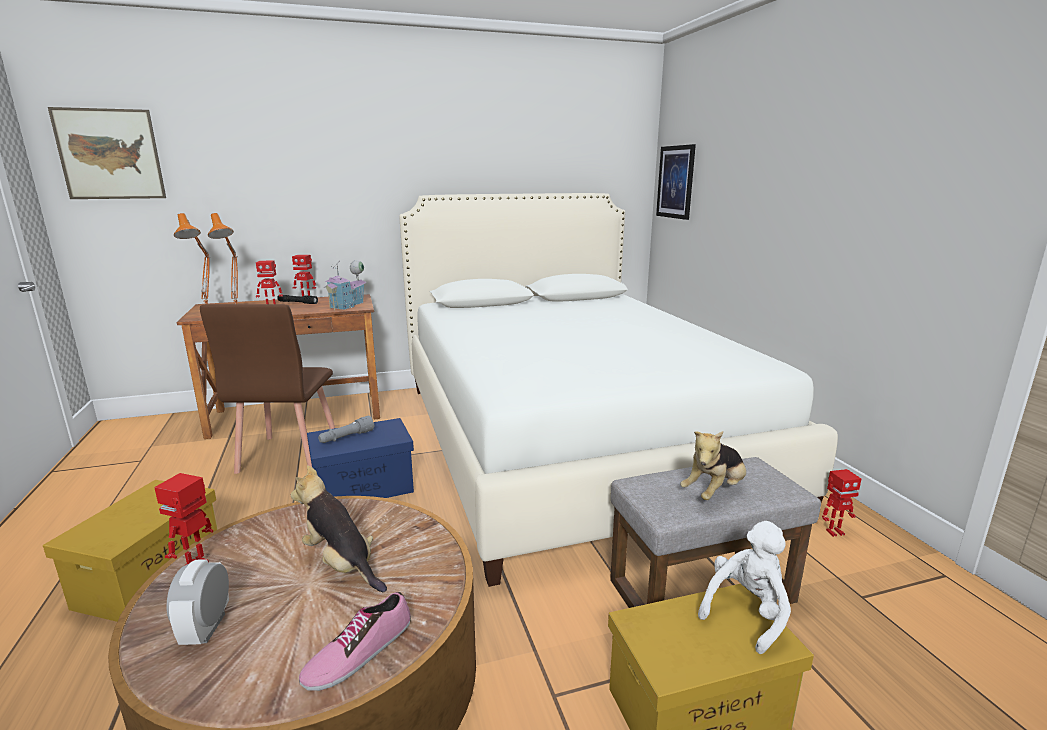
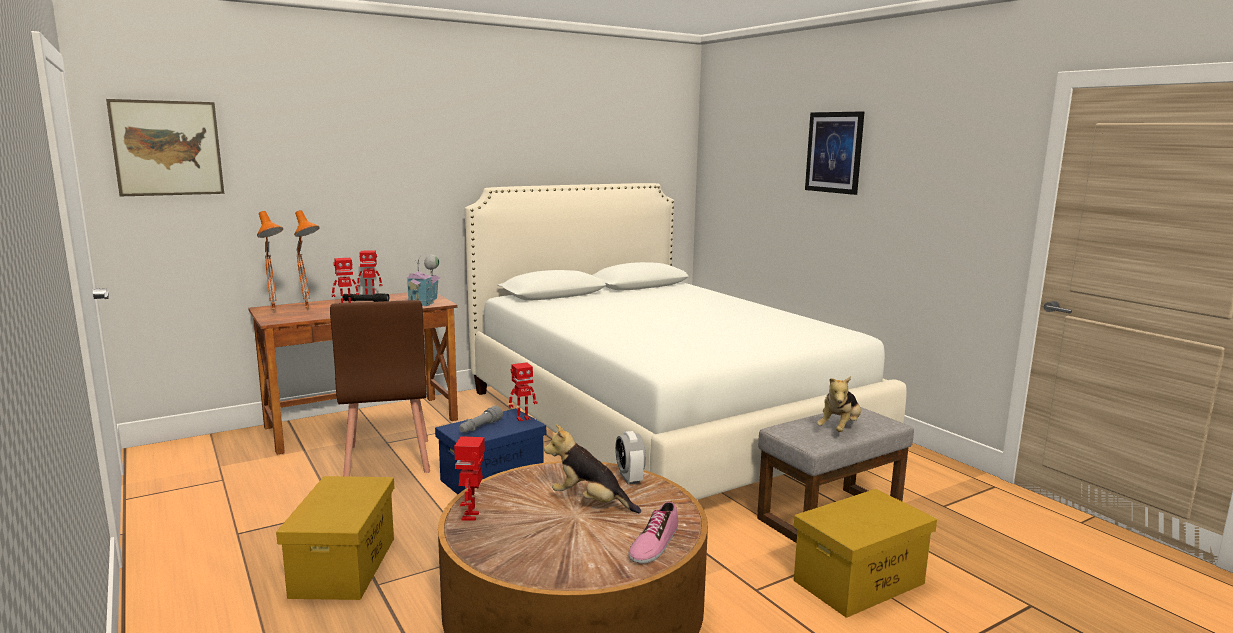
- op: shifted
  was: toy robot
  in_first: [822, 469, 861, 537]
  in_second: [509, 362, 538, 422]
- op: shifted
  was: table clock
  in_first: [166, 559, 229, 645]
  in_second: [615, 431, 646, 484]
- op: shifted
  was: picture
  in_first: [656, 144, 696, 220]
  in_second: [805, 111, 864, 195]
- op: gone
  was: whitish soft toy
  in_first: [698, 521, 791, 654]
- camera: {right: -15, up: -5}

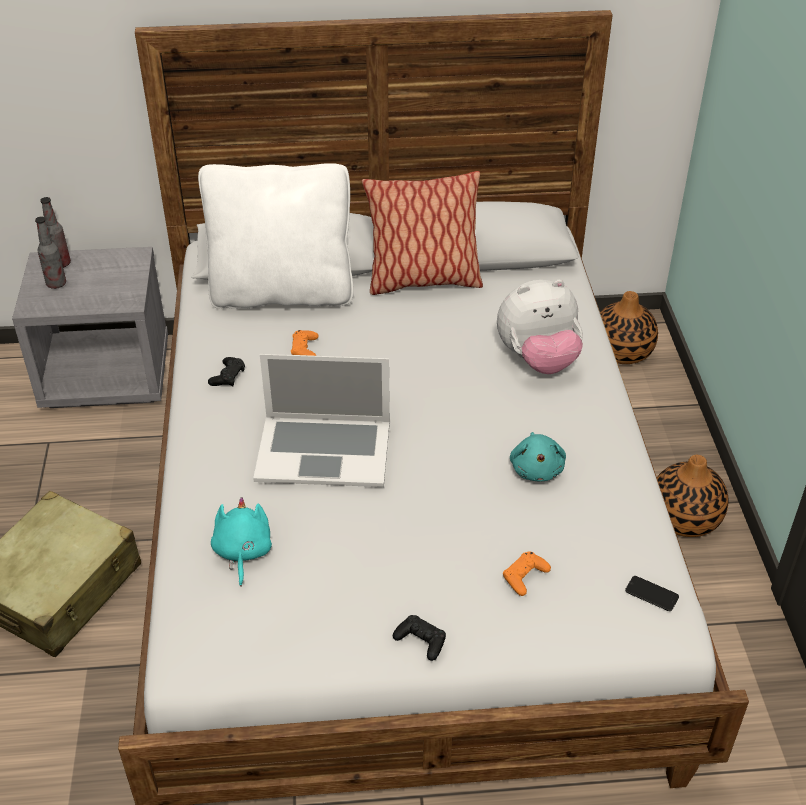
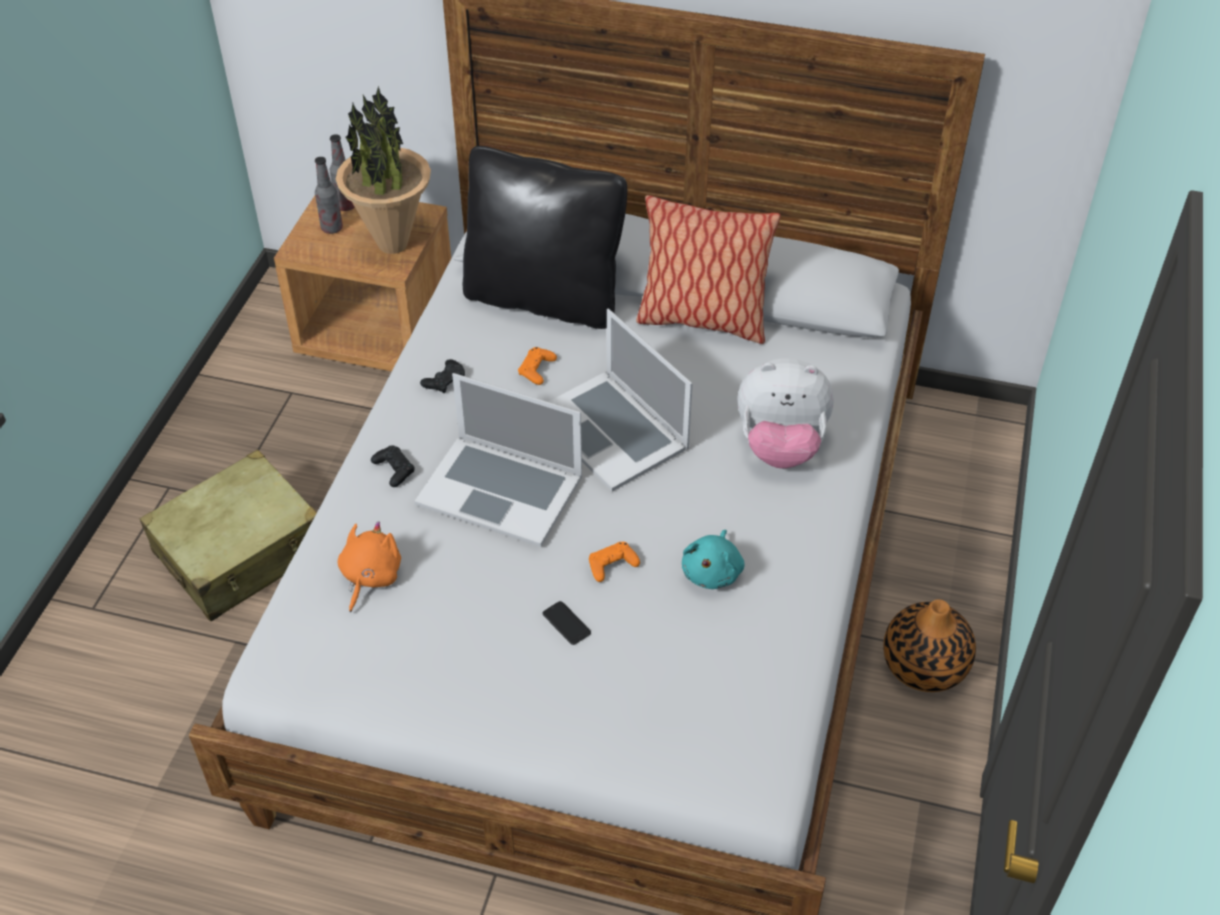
- op: repainted
  was: grey nightstand
  now: brown-coloured nightstand
  in_first: [12, 247, 168, 408]
  in_second: [274, 196, 451, 372]
- op: new
  now: plant in a pot
  in_second: [336, 86, 431, 254]
- op: repainted
  was: turquoise soft toy
  now: orange soft toy
  in_first: [211, 497, 272, 587]
  in_second: [338, 521, 401, 612]
- op: shifted
  was: black game controller
  in_first: [393, 615, 446, 661]
  in_second: [371, 445, 414, 487]
- op: repainted
  was: whitish pillow
  now: black pillow
  in_first: [198, 163, 354, 309]
  in_second: [463, 146, 627, 329]
- op: shifted
  was: telephone
  in_first: [625, 576, 679, 611]
  in_second: [542, 601, 591, 645]
- op: new
  now: portable computer
  in_second: [548, 309, 693, 492]
- op: shifted
  was: orange game controller
  in_first: [503, 551, 551, 596]
  in_second: [589, 542, 640, 582]
- op: gone
  was: vase
  in_first: [600, 291, 658, 364]
- camera: {right: 20, up: 5}

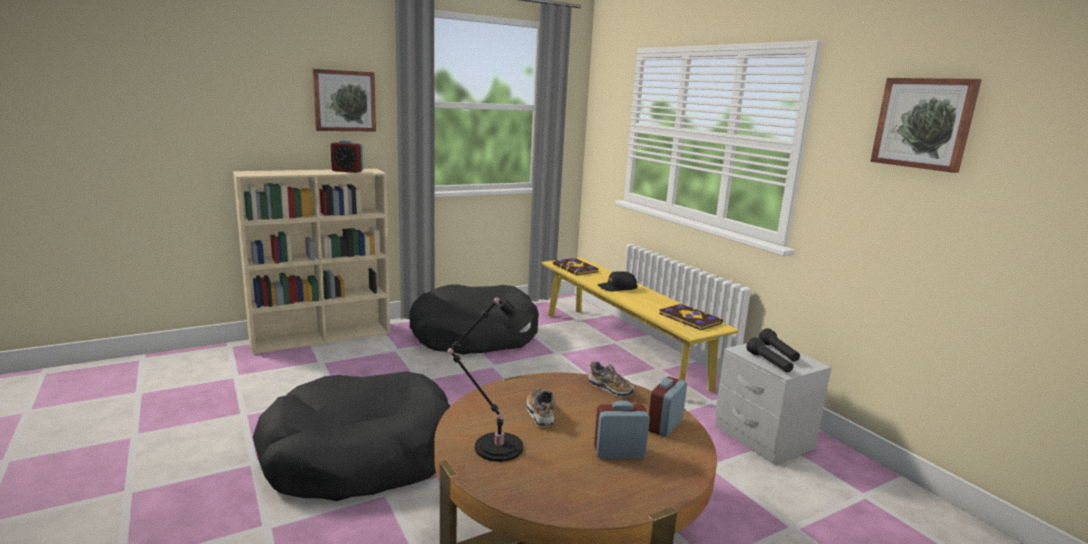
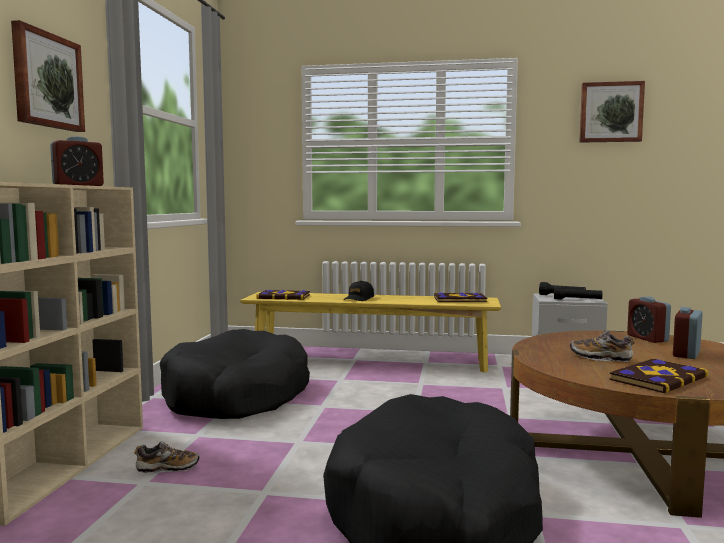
- op: shifted
  was: item of footwear
  in_first: [588, 361, 636, 398]
  in_second: [134, 441, 200, 473]
- op: swapped
  was: black table lamp
  now: book
  in_first: [445, 297, 535, 462]
  in_second: [610, 359, 708, 394]
- camera: {right: -50, up: -10}

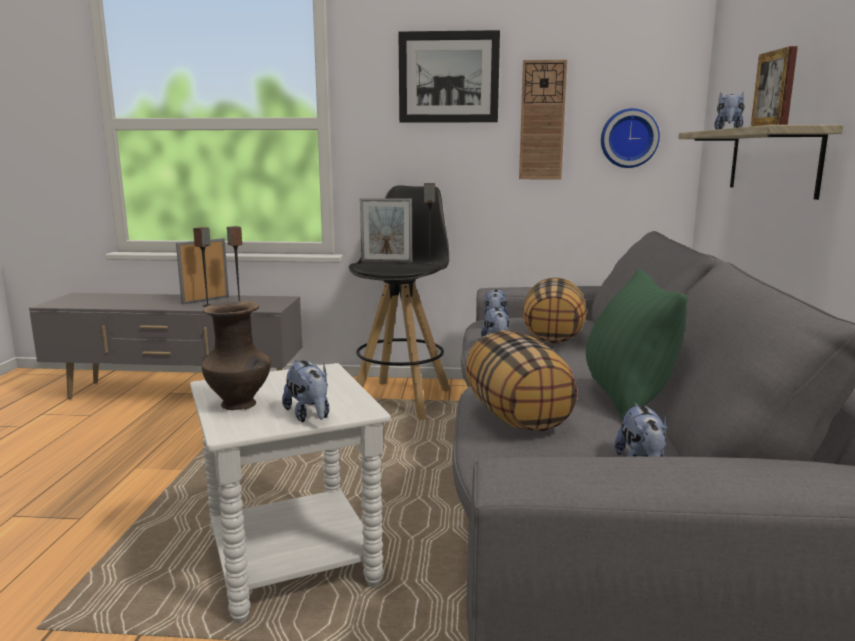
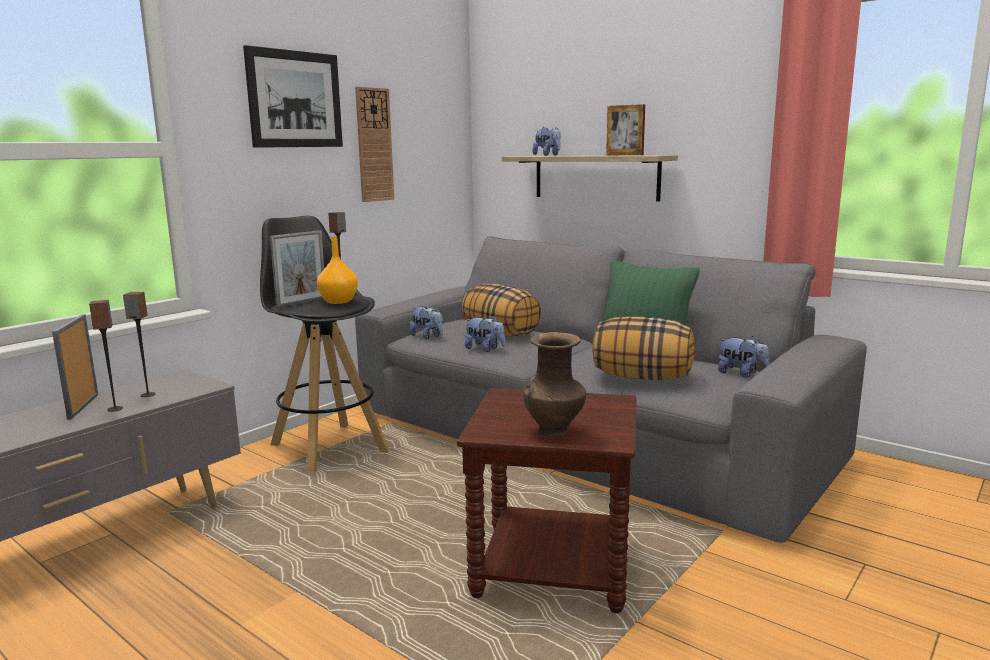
- op: new
  now: orange vase
  in_second: [317, 236, 358, 304]
- op: repainted
  was: whitish accent table
  now: brown-coloured accent table
  in_first: [190, 363, 391, 623]
  in_second: [457, 388, 636, 613]
- op: gone
  was: soft toy
  in_first: [282, 360, 329, 422]
- op: gone
  was: wall clock
  in_first: [601, 108, 660, 168]
- camera: {right: -55, up: 0}

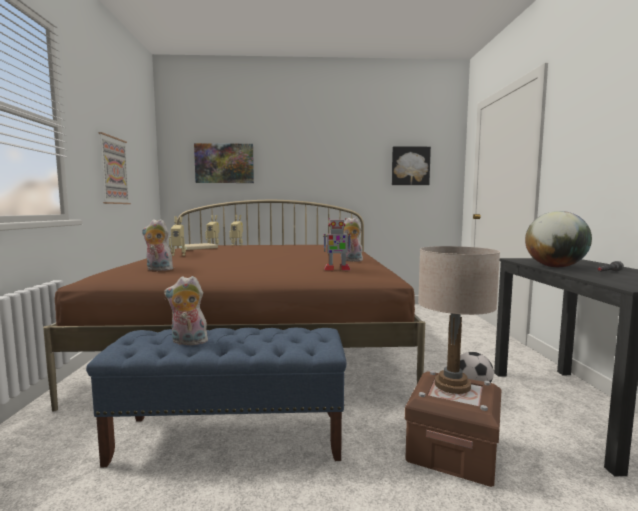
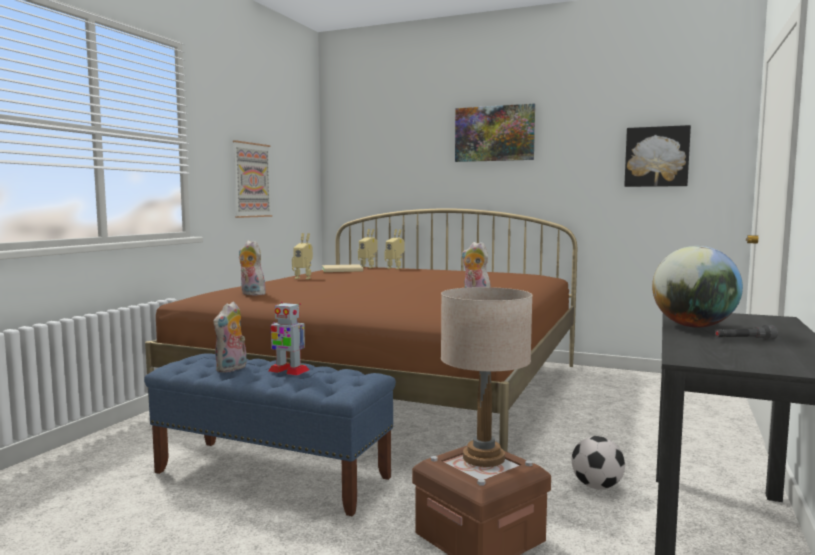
- op: rotated
  was: soft toy
  in_first: [164, 276, 208, 347]
  in_second: [213, 302, 247, 373]
  clockwise: -90
- op: shifted
  was: toy robot
  in_first: [323, 218, 351, 270]
  in_second: [268, 301, 309, 376]
- op: shifted
  was: picture
  in_first: [194, 143, 254, 183]
  in_second: [455, 104, 535, 162]
- camera: {right: 25, up: 0}

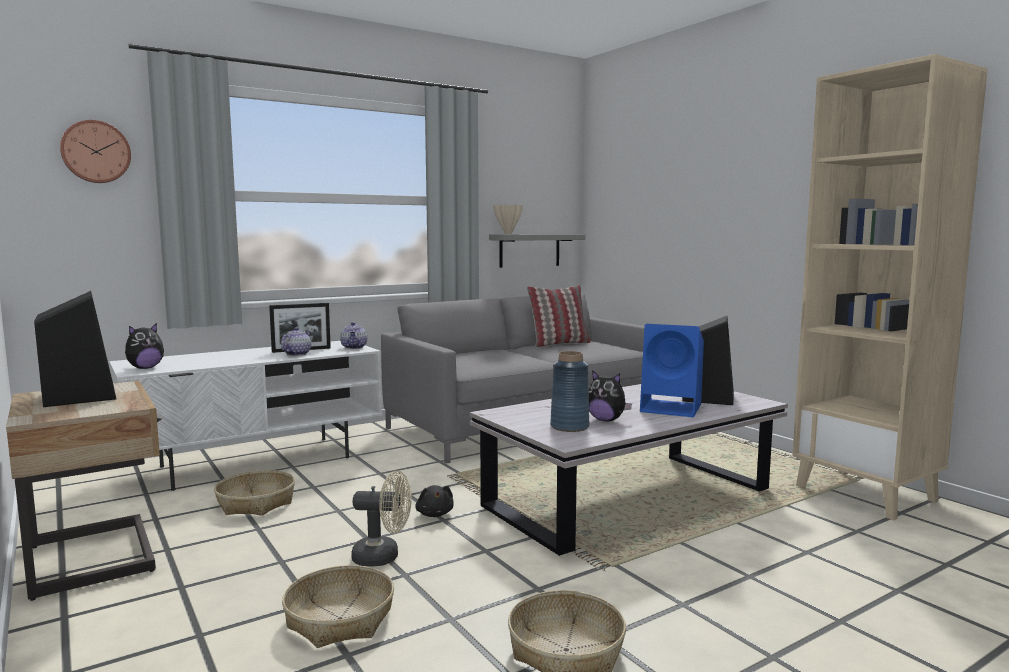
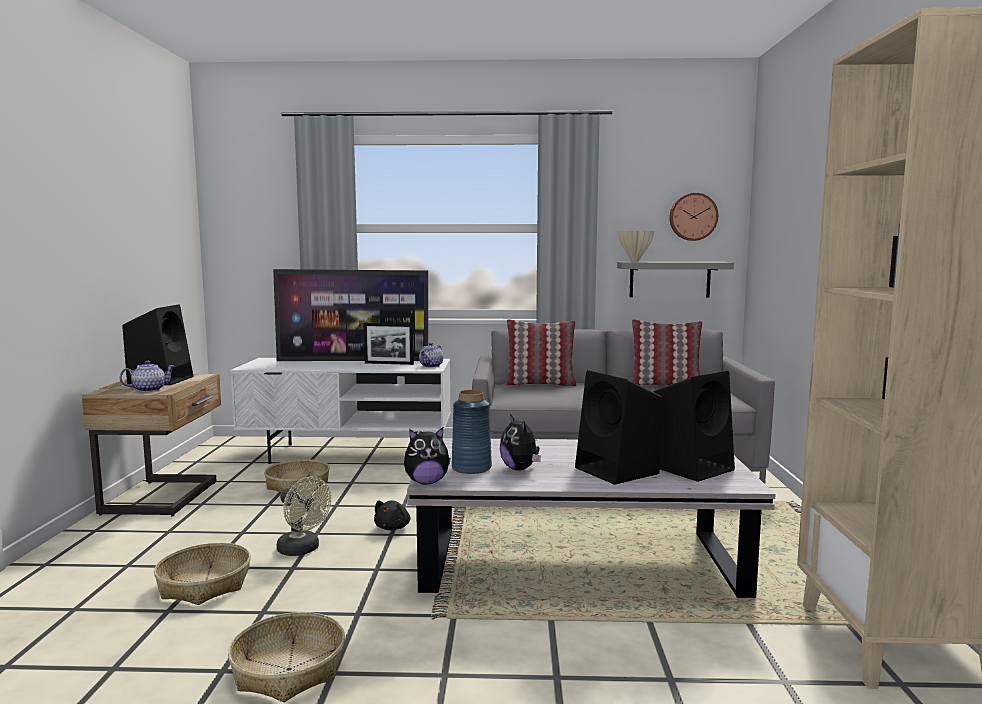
- op: shifted
  was: teapot
  in_first: [281, 327, 311, 356]
  in_second: [119, 360, 175, 392]
- op: new
  now: TV
  in_second: [273, 269, 428, 361]
- op: shifted
  was: soft toy
  in_first: [125, 323, 164, 369]
  in_second: [404, 427, 451, 485]
- op: new
  now: pillow
  in_second: [505, 319, 576, 386]
- op: repainted
  was: bluish speaker
  now: black speaker
  in_first: [640, 324, 704, 417]
  in_second: [575, 370, 663, 485]
- op: shifted
  was: wall clock
  in_first: [60, 120, 131, 183]
  in_second: [669, 193, 718, 241]
- camera: {right: 35, up: 0}

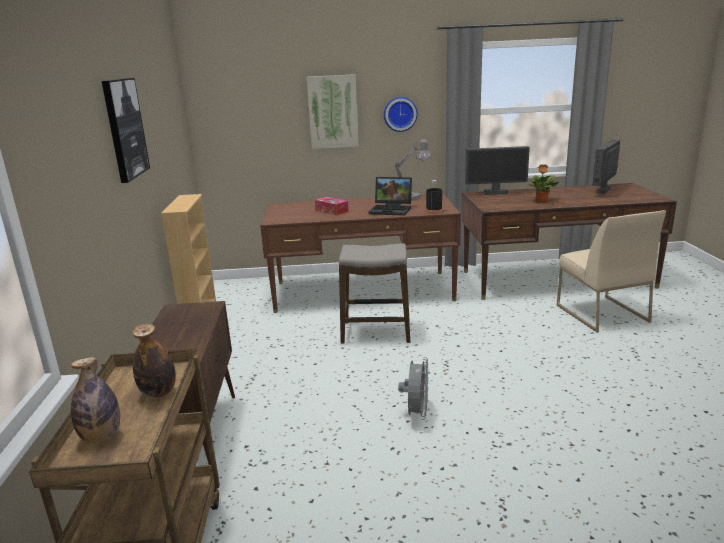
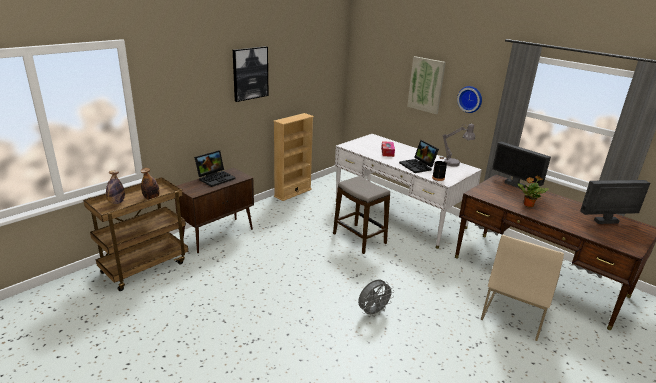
- op: new
  now: portable computer
  in_second: [194, 150, 236, 187]
- op: repainted
  was: brown-coloured desk table
  now: whitish desk table
  in_first: [260, 193, 461, 313]
  in_second: [335, 134, 482, 249]
- op: shifted
  was: grey electric fan
  in_first: [398, 357, 429, 420]
  in_second: [358, 279, 395, 317]
- camera: {right: 45, up: 5}

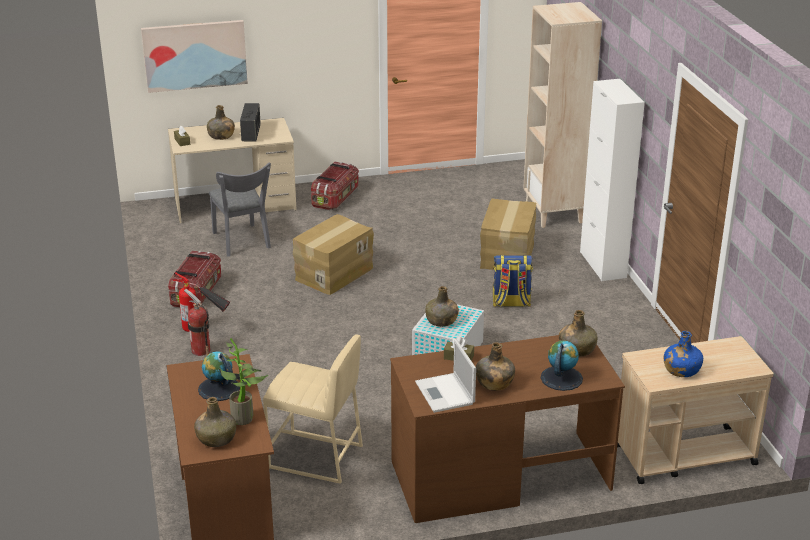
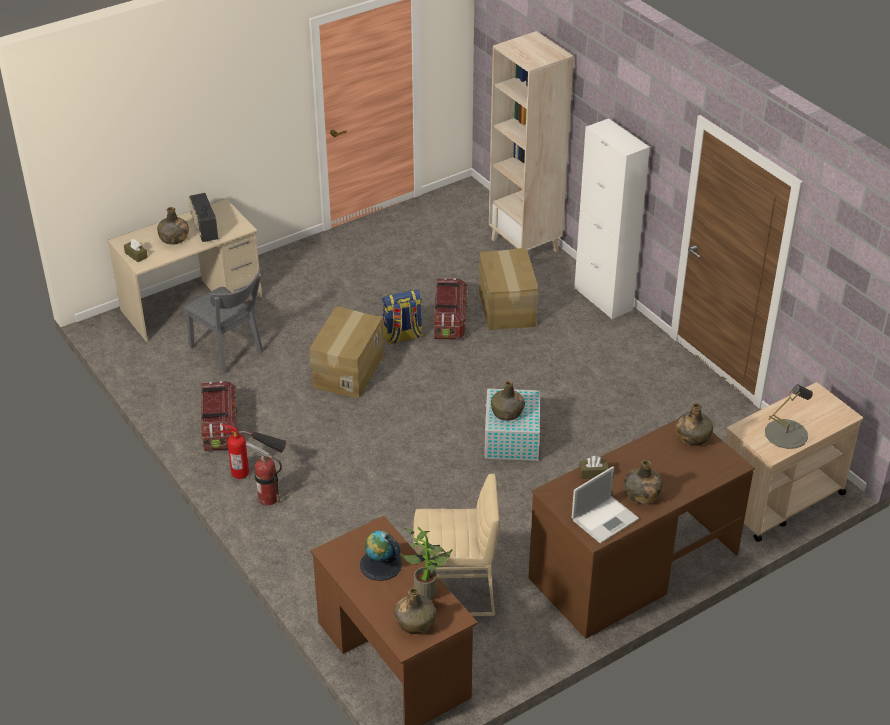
- op: shifted
  was: rucksack
  in_first: [493, 255, 533, 307]
  in_second: [382, 289, 423, 345]
- op: shifted
  was: storage container
  in_first: [311, 162, 359, 210]
  in_second: [433, 278, 468, 340]
- op: rotated
  was: portable computer
  in_first: [415, 339, 476, 413]
  in_second: [572, 466, 639, 544]
  clockwise: -90
- op: swapped
  was: bluish drink bottle
  now: grey table lamp
  in_first: [664, 331, 703, 377]
  in_second: [765, 384, 813, 449]
- op: gone
  was: picture
  in_first: [141, 20, 248, 93]
- op: gone
  was: desk globe
  in_first: [541, 340, 583, 391]
- camera: {right: -20, up: 10}

